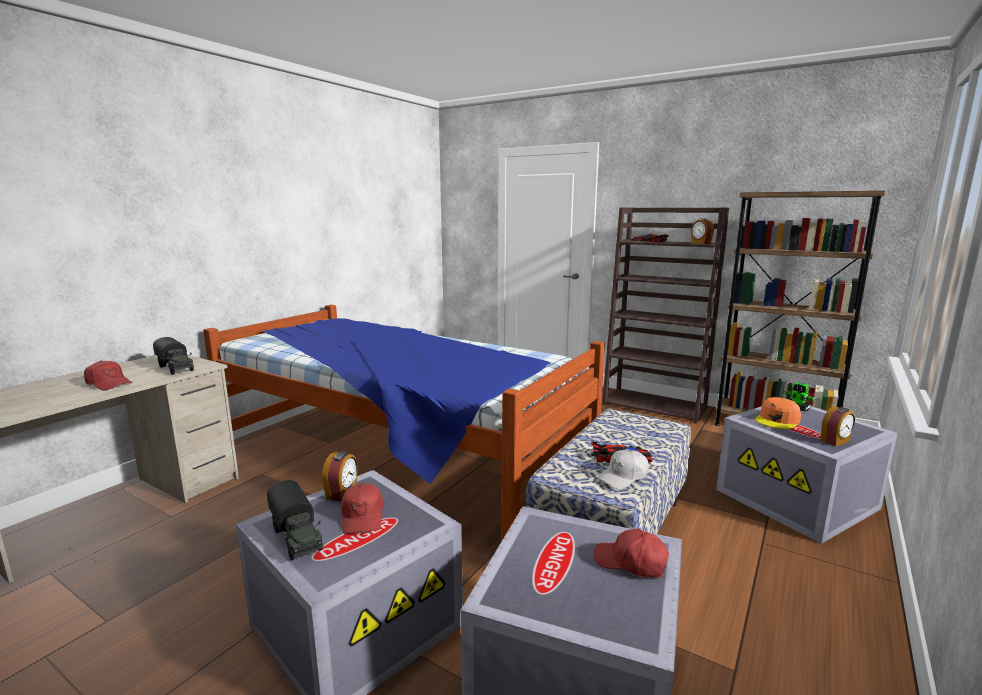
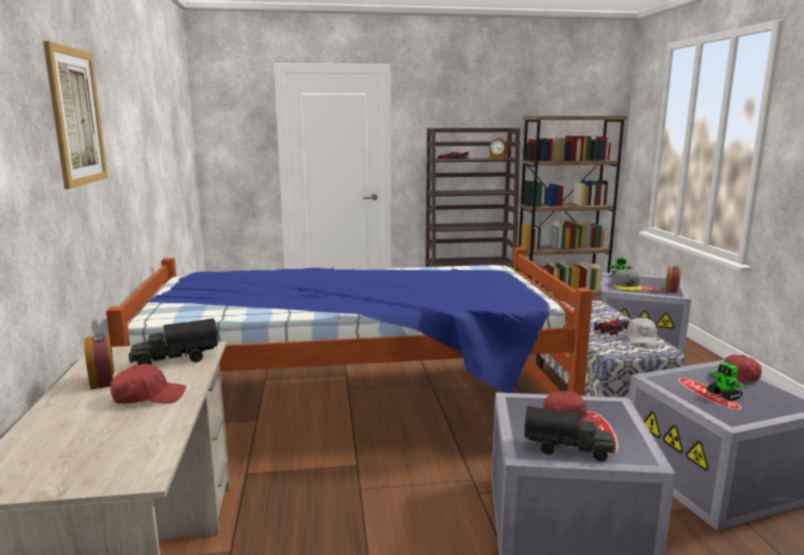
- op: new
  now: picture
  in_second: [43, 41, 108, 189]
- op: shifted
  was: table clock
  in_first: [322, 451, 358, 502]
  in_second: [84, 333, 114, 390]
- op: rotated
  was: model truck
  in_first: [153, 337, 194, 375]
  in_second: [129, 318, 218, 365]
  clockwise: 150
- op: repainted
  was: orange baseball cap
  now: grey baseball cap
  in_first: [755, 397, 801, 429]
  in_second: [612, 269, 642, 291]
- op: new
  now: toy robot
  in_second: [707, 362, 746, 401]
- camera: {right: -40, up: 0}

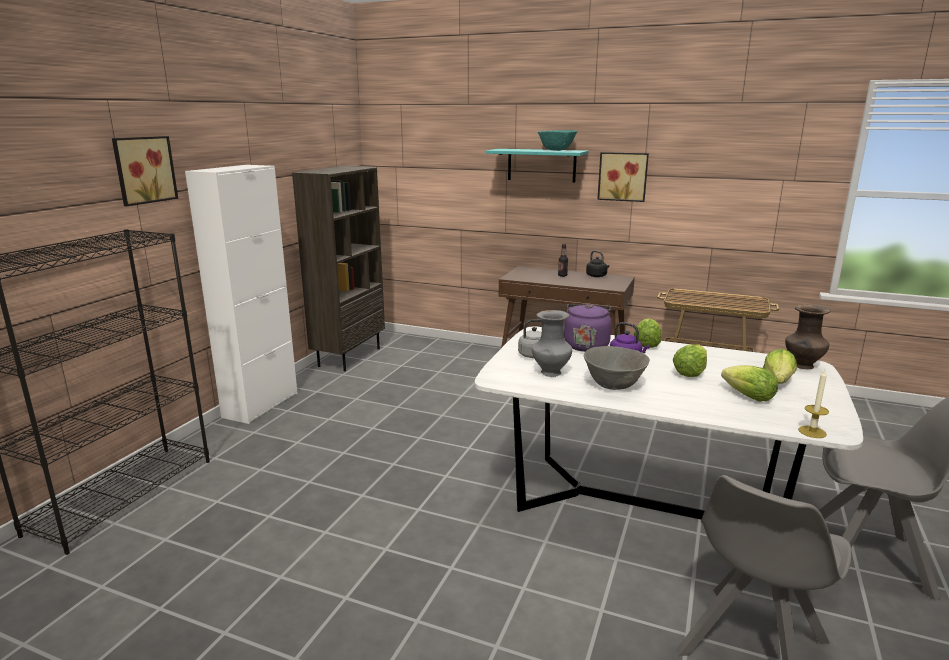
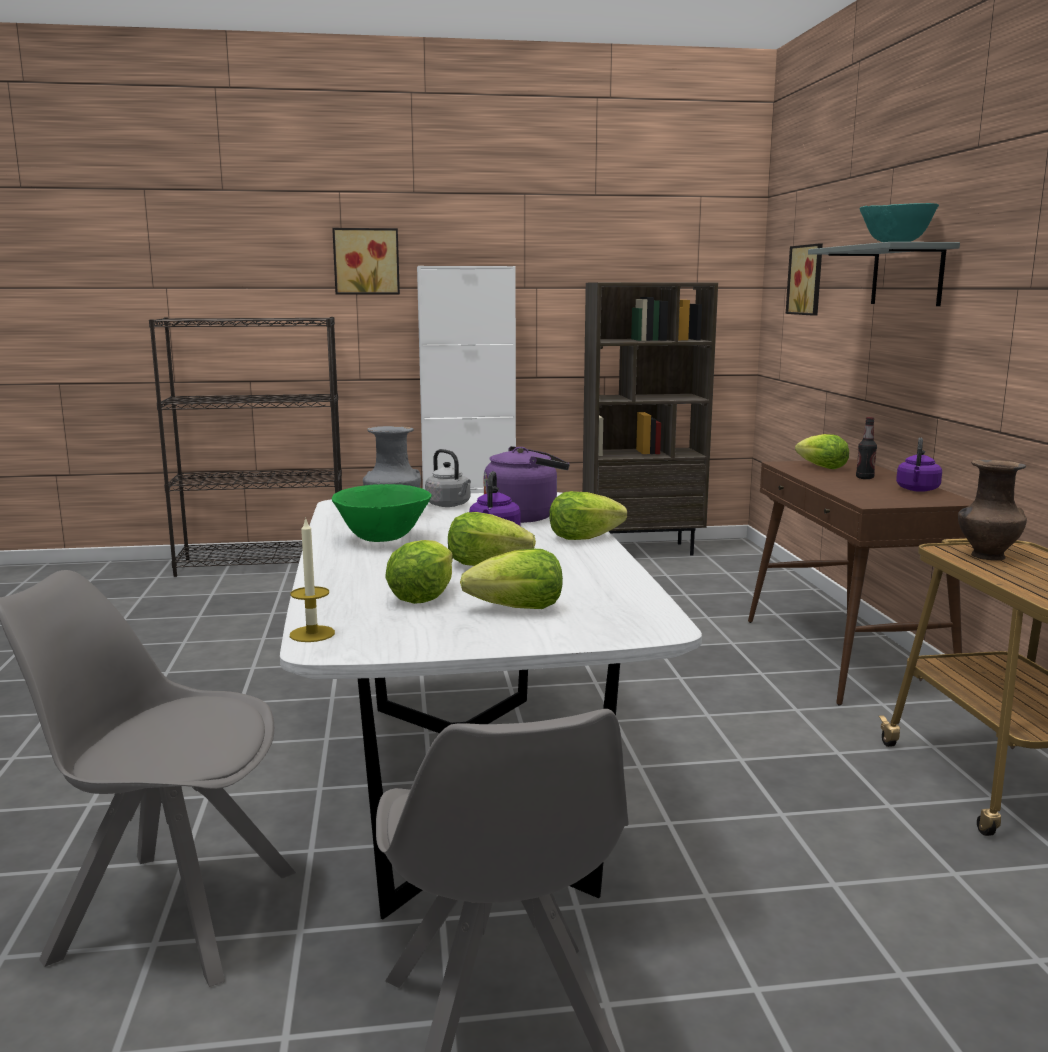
- op: repainted
  was: grey deep dish
  now: green-coloured deep dish
  in_first: [584, 346, 650, 390]
  in_second: [332, 484, 432, 542]
- op: shifted
  was: picture
  in_first: [597, 152, 649, 202]
  in_second: [786, 244, 823, 316]
- op: new
  now: head of lettuce
  in_second: [795, 434, 849, 469]
- op: repainted
  was: turquoise bracket shelf
  now: grey bracket shelf
  in_first: [485, 149, 589, 183]
  in_second: [808, 242, 960, 306]
- op: repainted
  was: black water kettle
  now: purple water kettle
  in_first: [586, 250, 609, 277]
  in_second: [896, 438, 942, 492]
- op: shifted
  was: brown-coloured vase
  in_first: [785, 305, 830, 370]
  in_second: [958, 460, 1027, 561]
- camera: {right: 60, up: -5}

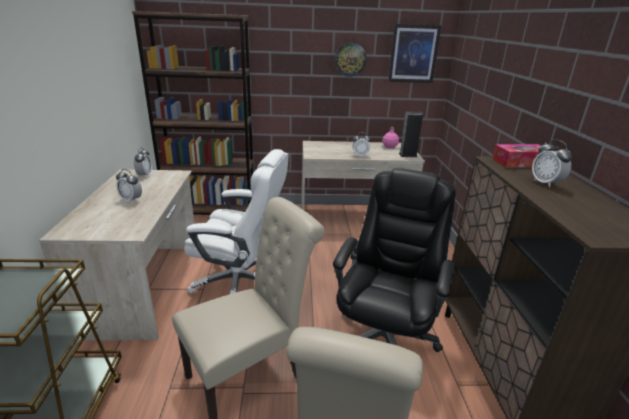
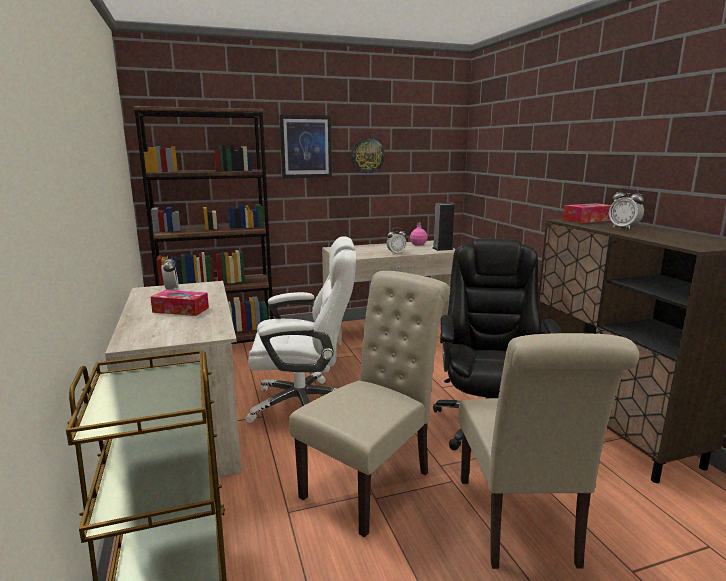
- op: swapped
  was: table clock
  now: tissue box
  in_first: [116, 169, 142, 203]
  in_second: [150, 290, 209, 316]
- op: shifted
  was: picture
  in_first: [388, 24, 441, 83]
  in_second: [279, 115, 332, 178]
- camera: {right: -15, up: -10}

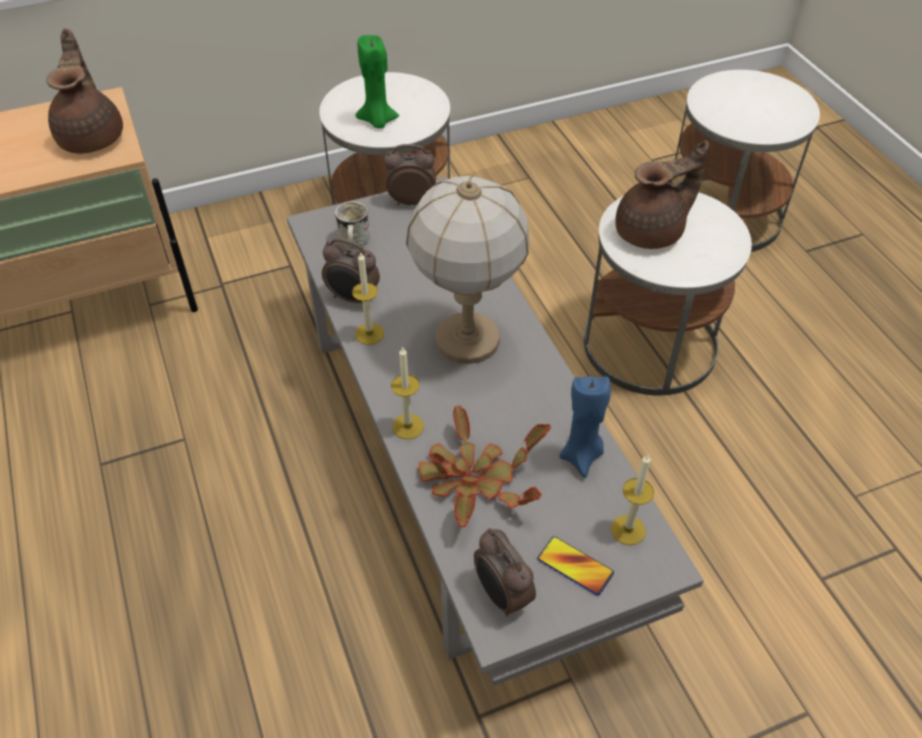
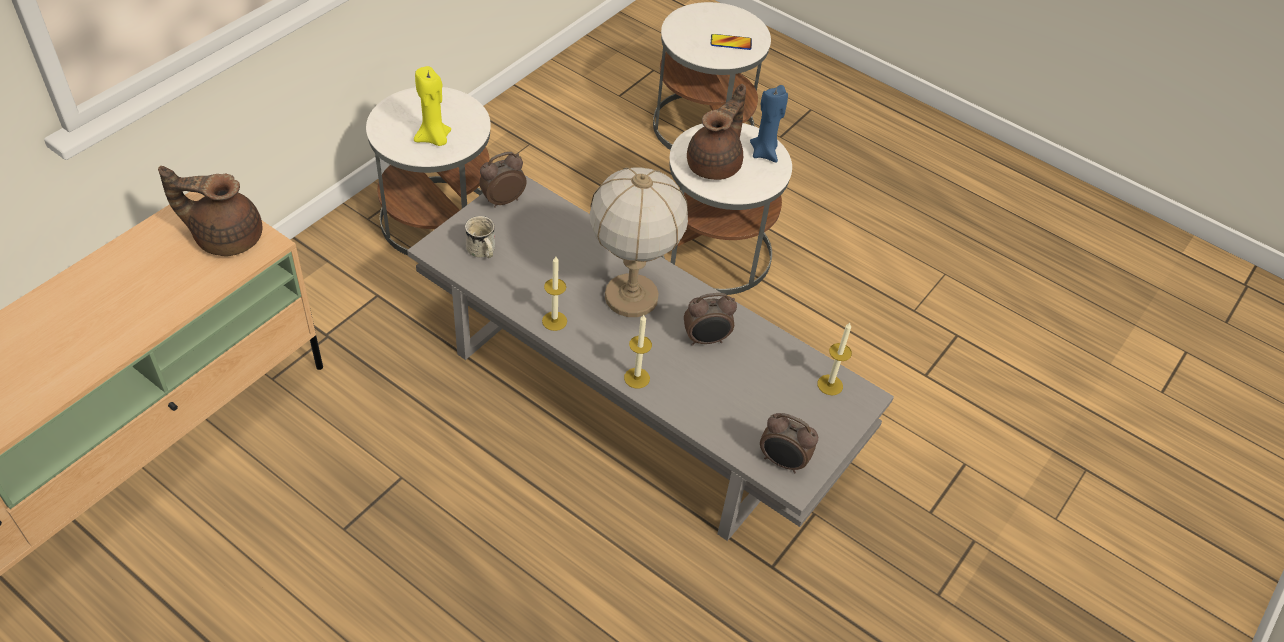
- op: rotated
  was: brown-coloured teapot
  in_first: [46, 28, 123, 154]
  in_second: [158, 166, 262, 256]
  clockwise: -45
- op: repainted
  was: green-coloured wax light
  now: yellowish wax light
  in_first: [355, 35, 399, 128]
  in_second: [414, 66, 451, 146]
- op: shifted
  was: table clock
  in_first: [322, 238, 380, 304]
  in_second: [684, 293, 737, 346]
- op: shifted
  was: telephone
  in_first: [537, 536, 614, 596]
  in_second: [711, 34, 752, 50]
- op: shifted
  was: bluish wax light
  in_first: [559, 376, 611, 478]
  in_second: [750, 85, 788, 162]
- op: gone
  was: plant in a pot
  in_first: [418, 405, 551, 527]
- camera: {right: -35, up: 0}

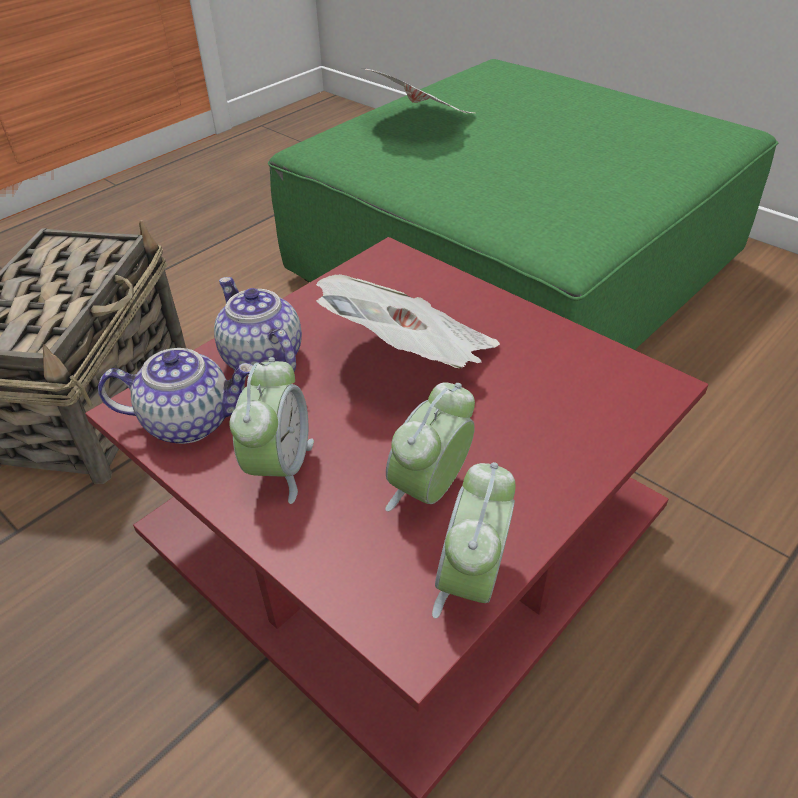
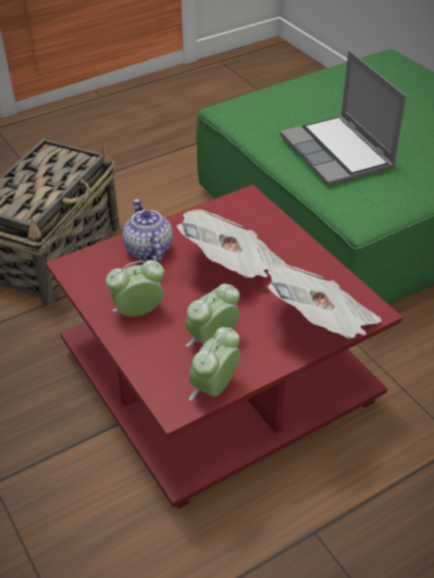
- op: rotated
  was: table clock
  in_first: [229, 357, 314, 504]
  in_second: [106, 260, 164, 317]
  clockwise: -135
- op: shifted
  was: printed paper
  in_first: [364, 69, 474, 113]
  in_second: [267, 263, 382, 339]
- op: new
  now: portable computer
  in_second: [280, 50, 406, 186]
- op: gone
  was: teapot
  in_first: [98, 348, 253, 444]
- camera: {right: 15, up: 0}

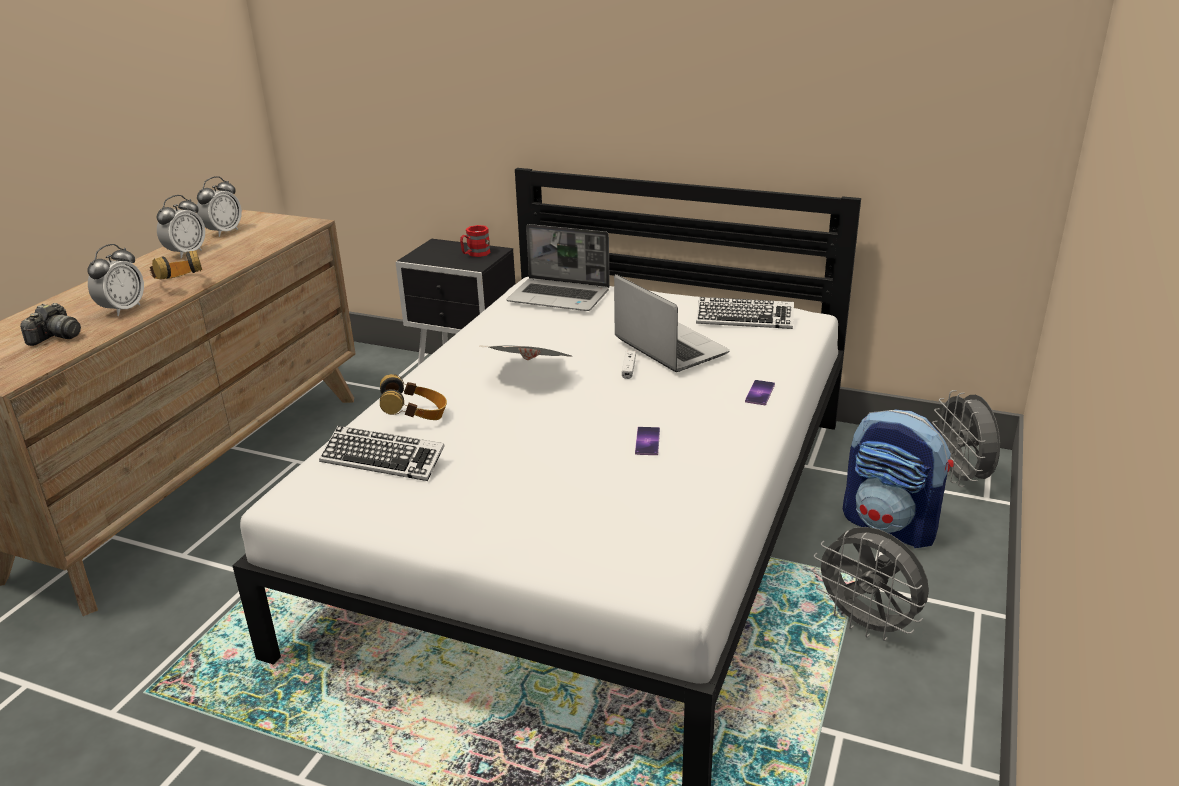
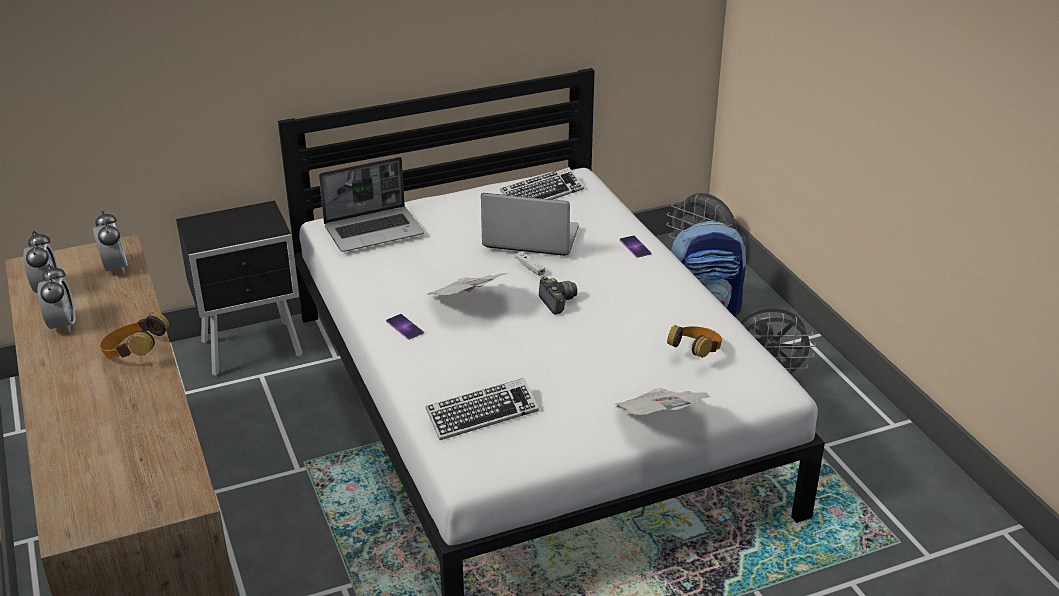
- op: shifted
  was: table clock
  in_first: [88, 244, 144, 316]
  in_second: [93, 210, 128, 274]
- op: shifted
  was: telephone
  in_first: [635, 427, 660, 455]
  in_second: [386, 314, 424, 340]
- op: shifted
  was: photo camera
  in_first: [20, 303, 81, 346]
  in_second: [539, 277, 577, 315]
- op: new
  now: printed paper
  in_second: [615, 388, 711, 415]
- op: shifted
  was: pair of headphones
  in_first: [380, 374, 447, 420]
  in_second: [667, 325, 722, 358]
- op: gone
  was: reddish coffee mug
  in_first: [460, 225, 491, 257]
- camera: {right: -45, up: 5}

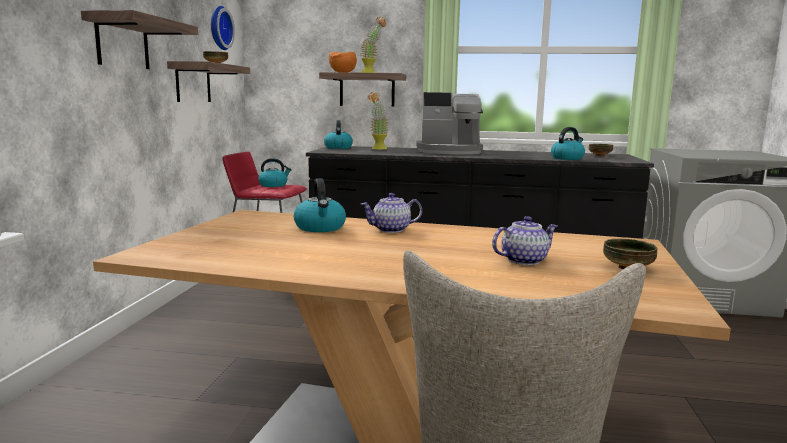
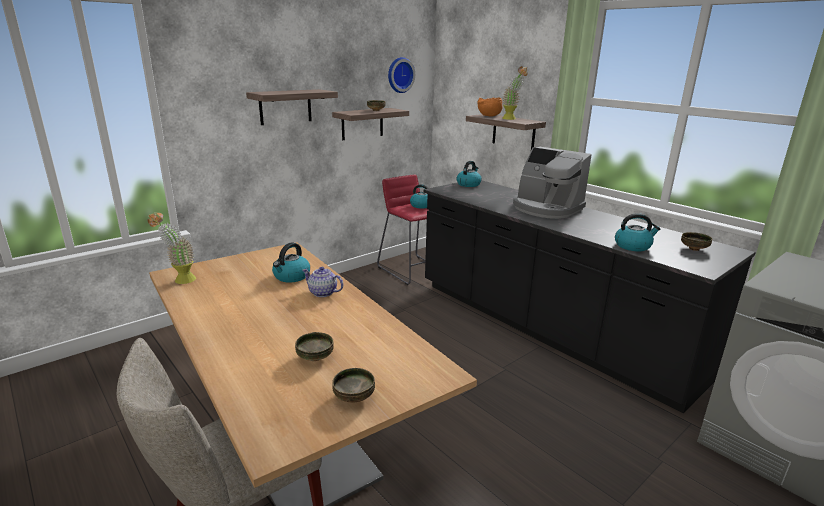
- op: shifted
  was: plant in a pot
  in_first: [368, 92, 390, 150]
  in_second: [148, 212, 196, 284]
- op: swapped
  was: teapot
  now: deep dish
  in_first: [492, 216, 558, 265]
  in_second: [295, 332, 334, 361]
- camera: {right: 40, up: 10}

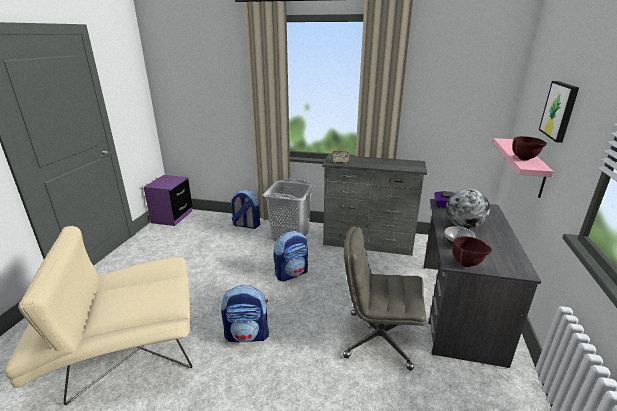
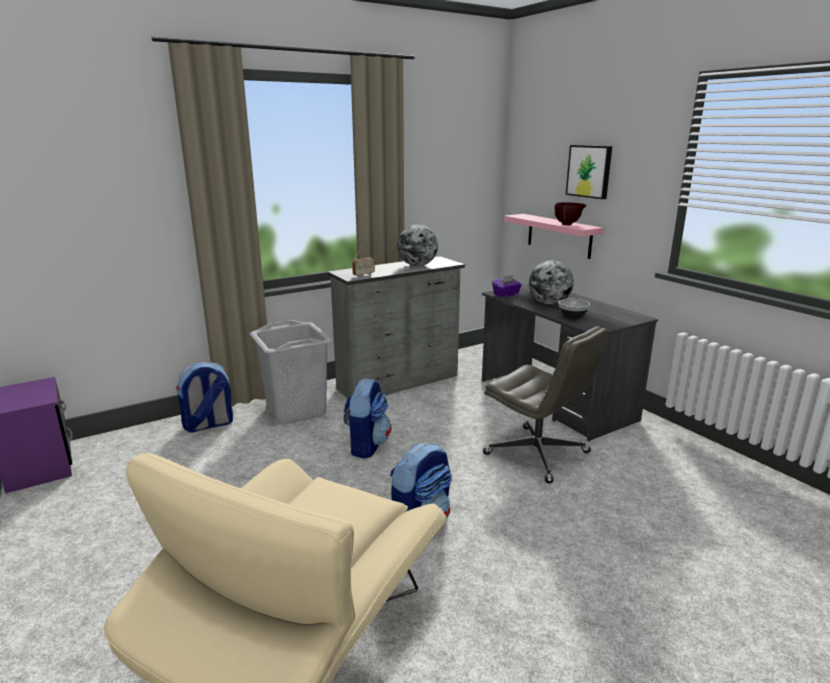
- op: new
  now: desk globe
  in_second: [397, 225, 438, 266]
- op: rotated
  was: grey computer chair
  in_first: [343, 226, 426, 370]
  in_second: [483, 326, 608, 484]
  clockwise: -105
- op: gone
  was: brown-coloured deep dish
  in_first: [453, 236, 492, 267]
- camera: {right: -45, up: -5}

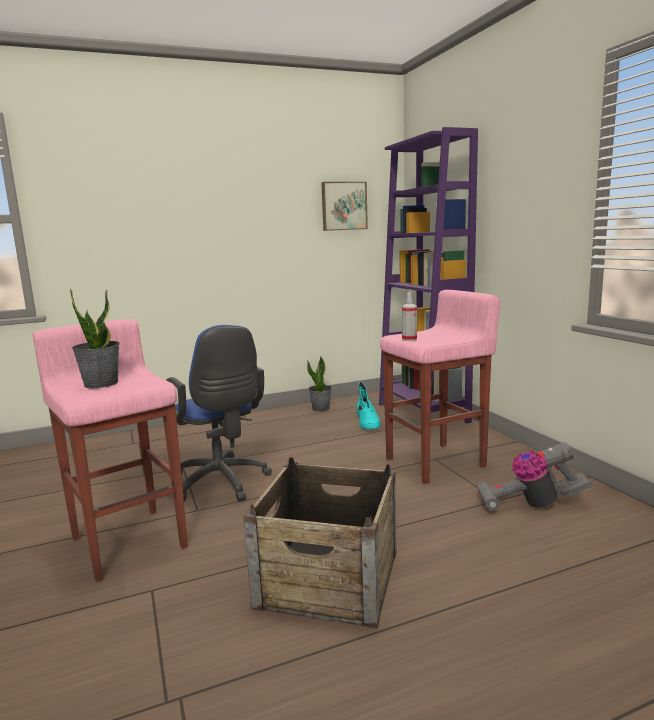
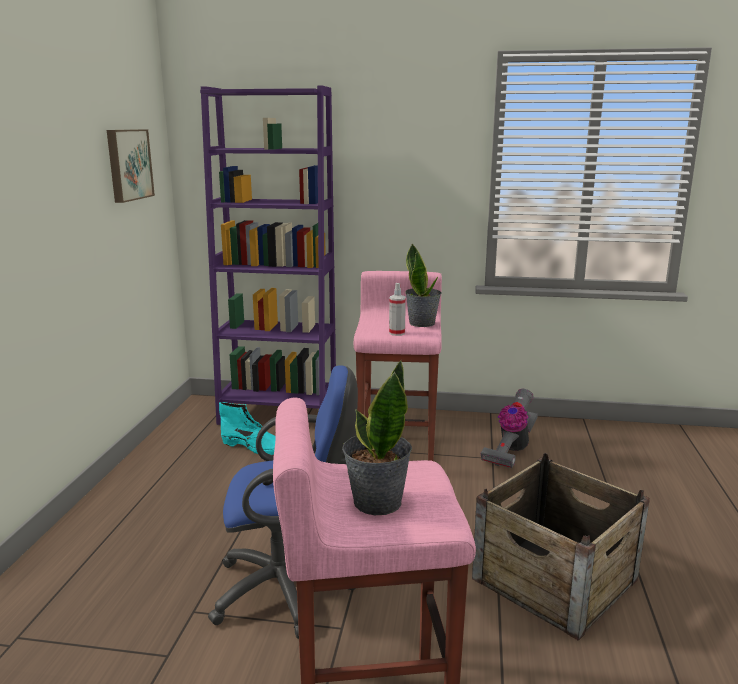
- op: shifted
  was: plant in a pot
  in_first: [307, 357, 332, 411]
  in_second: [405, 244, 442, 327]
- camera: {right: -60, up: 5}

